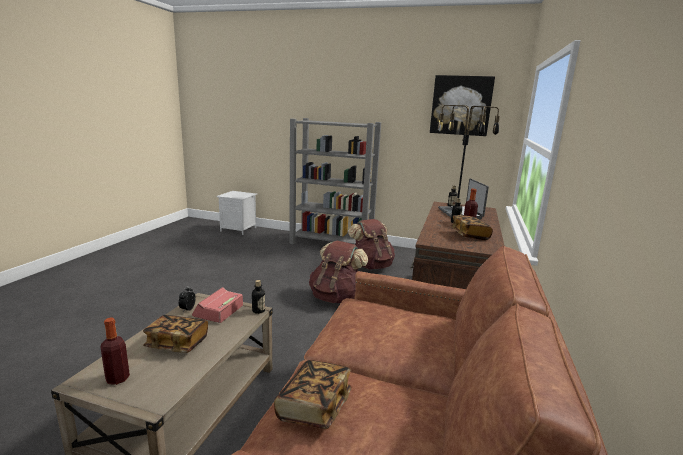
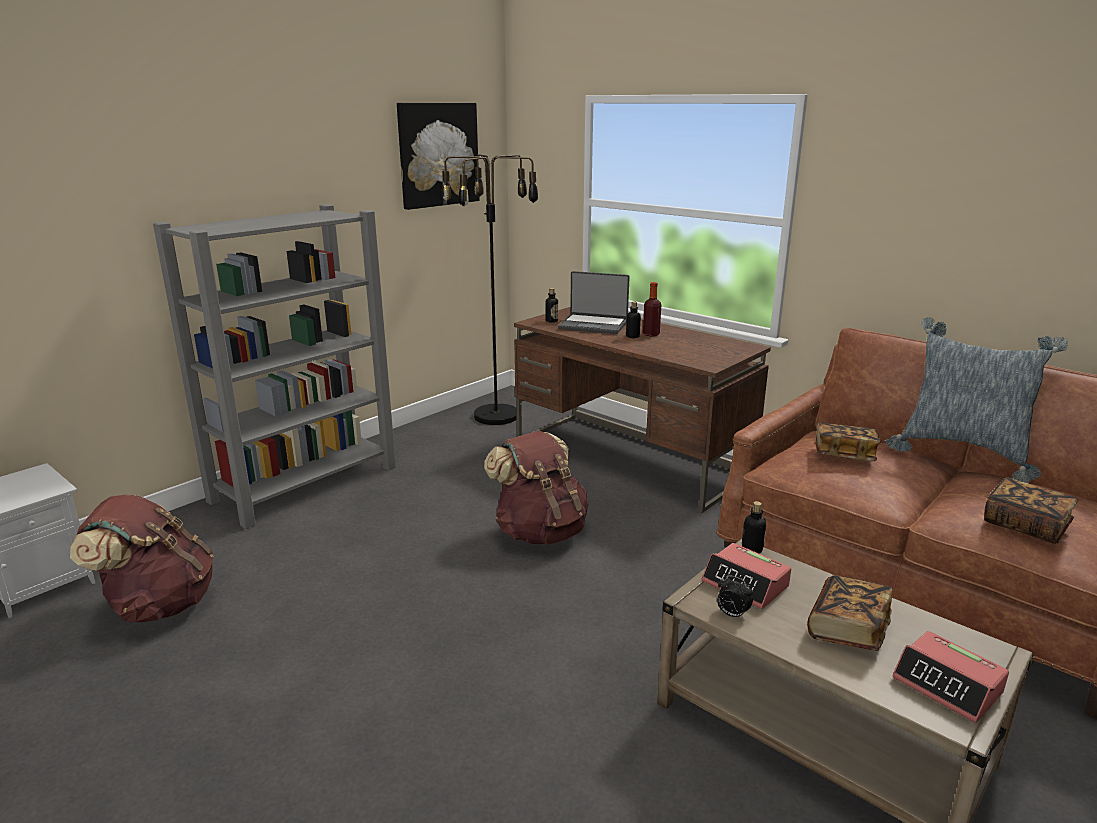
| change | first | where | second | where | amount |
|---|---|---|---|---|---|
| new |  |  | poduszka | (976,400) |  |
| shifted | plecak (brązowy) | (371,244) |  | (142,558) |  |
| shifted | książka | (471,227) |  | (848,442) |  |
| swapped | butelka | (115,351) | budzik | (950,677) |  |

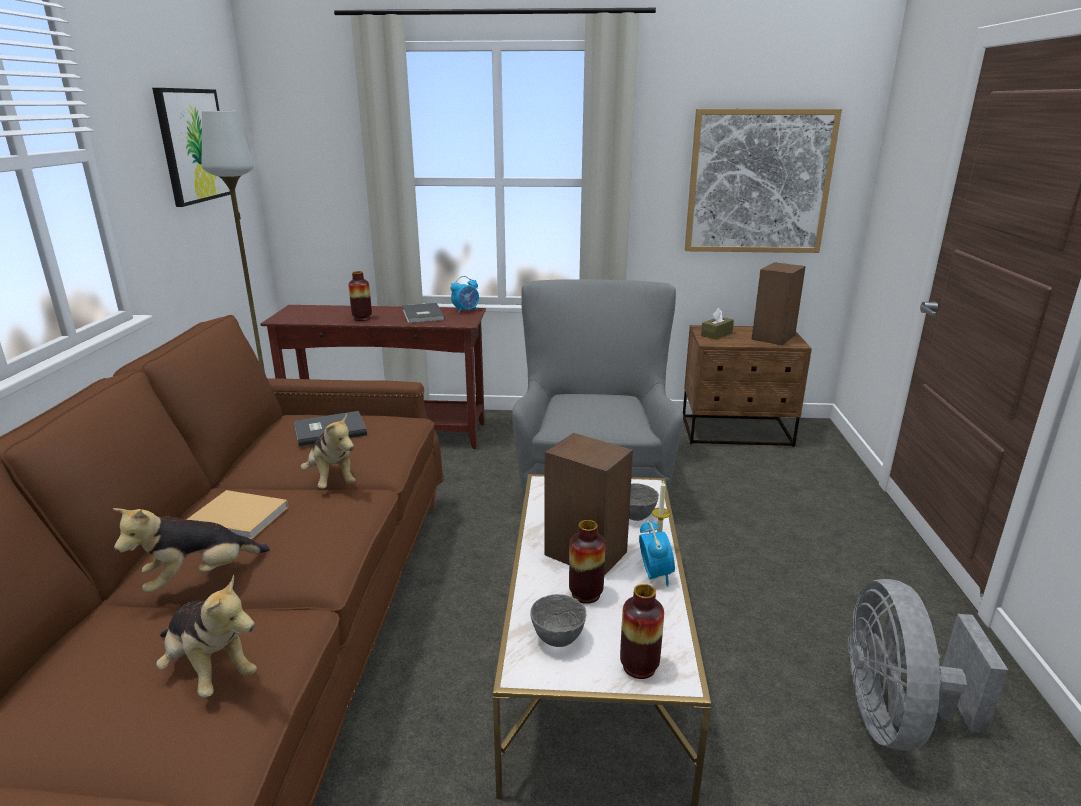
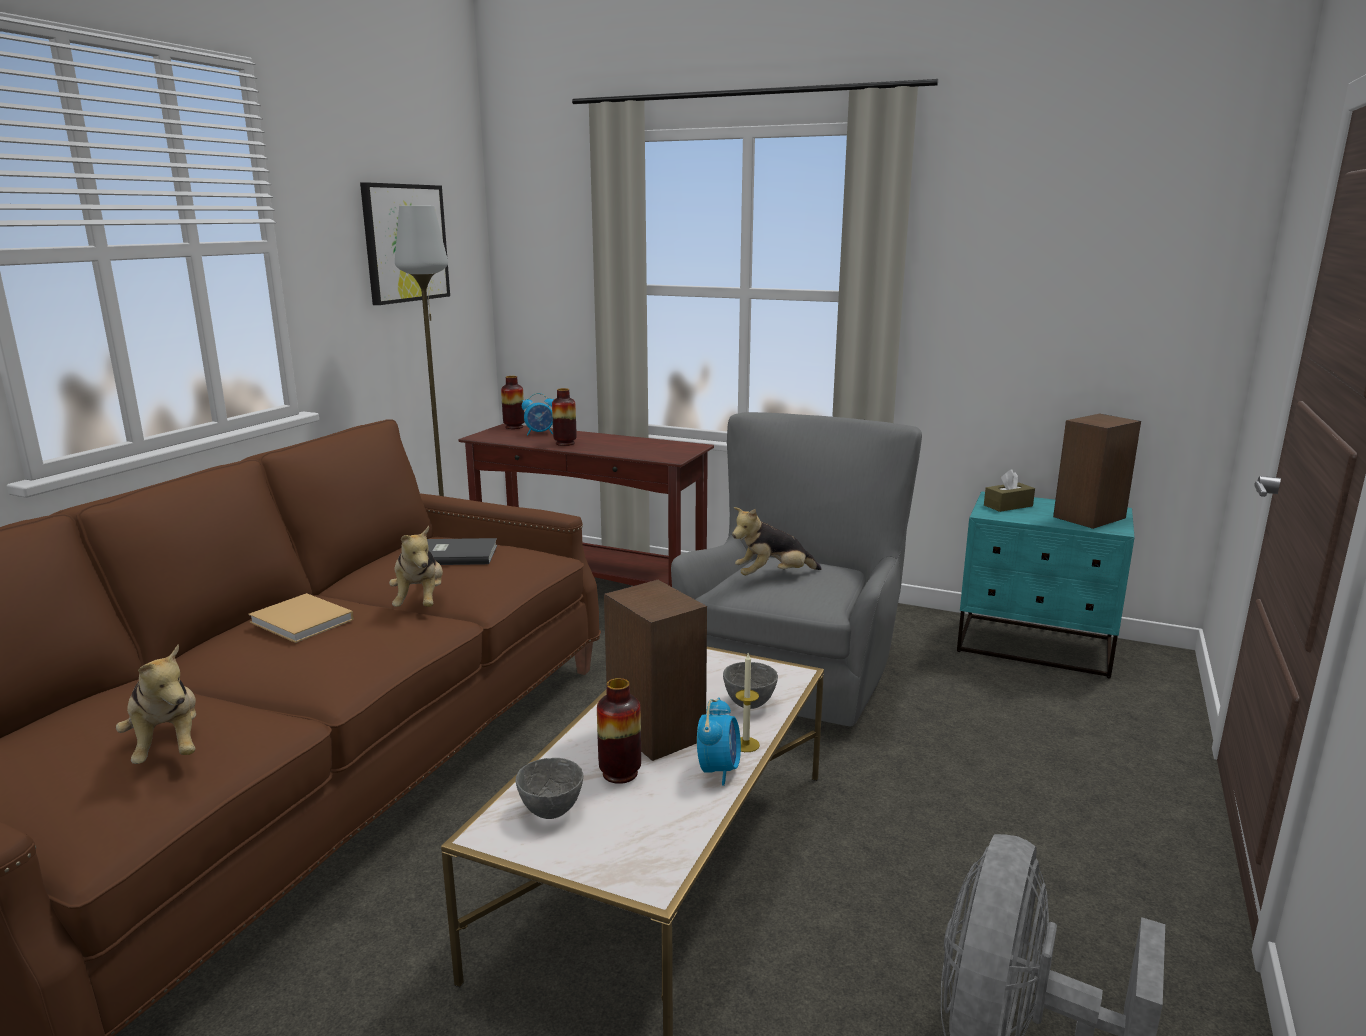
| change | first | where | second | where | amount |
|---|---|---|---|---|---|
| gone | książka (szary) | (423,313) |  |  |  |
| gone | obraz | (763,181) |  |  |  |
| shifted | pluszak | (191,550) |  | (777,541) |  |
| shifted | budzik | (465,295) |  | (538,414) |  |
| shifted | wazon | (642,631) |  | (513,402) |  |
| repainted | szafka nocna (brązowy) | (747,386) | szafka nocna (turkusowy) | (1046,585) |  |

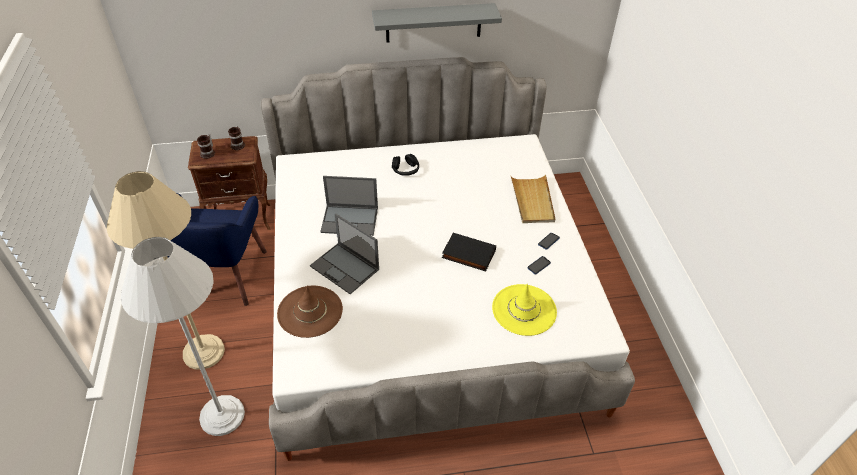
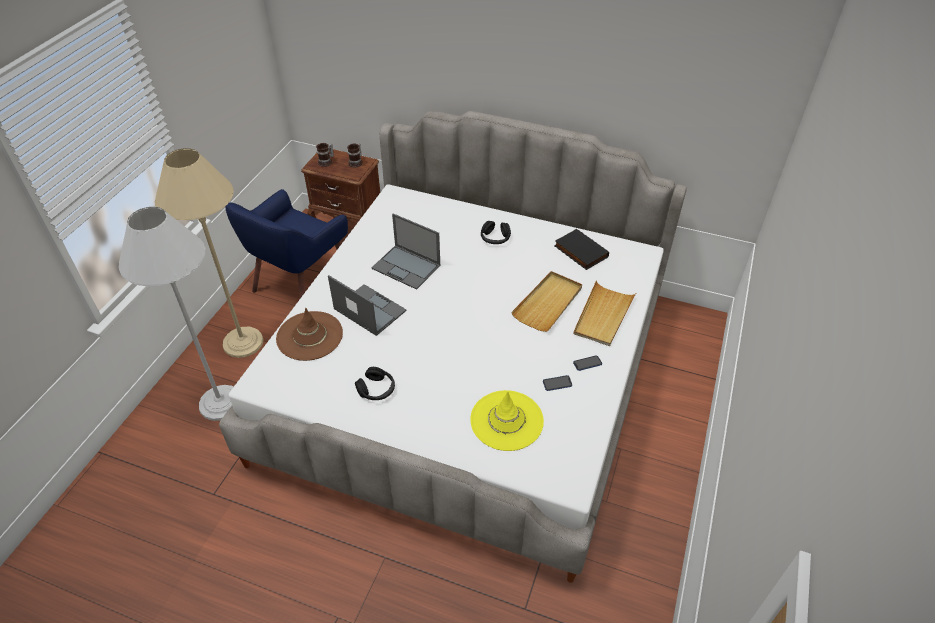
| change | first | where | second | where | amount |
|---|---|---|---|---|---|
| gone | półka (szary) | (437,23) |  |  |  |
| new |  |  | słuchawki (czarny) | (375,383) |  |
| new |  |  | taca (beżowy) | (546,301) |  |
| shifted | książka (czarny) | (469,252) |  | (581,249) |  |
| rotated | laptop | (344,253) |  | (367,305) | 150 degrees clockwise |

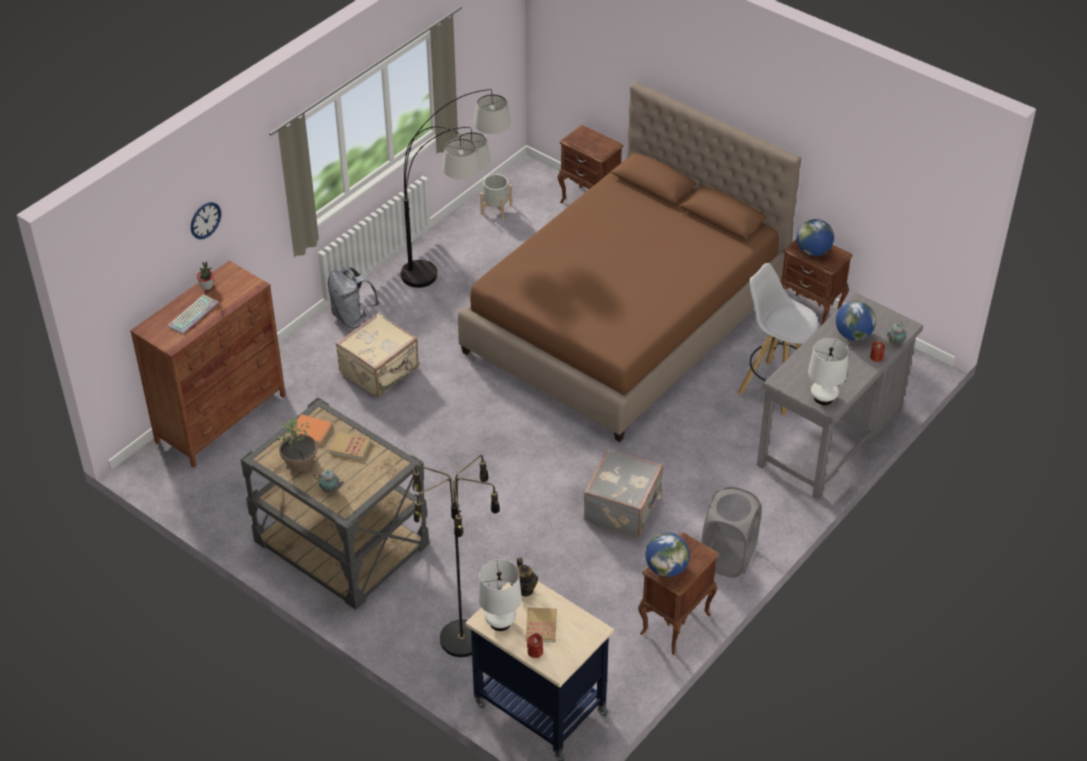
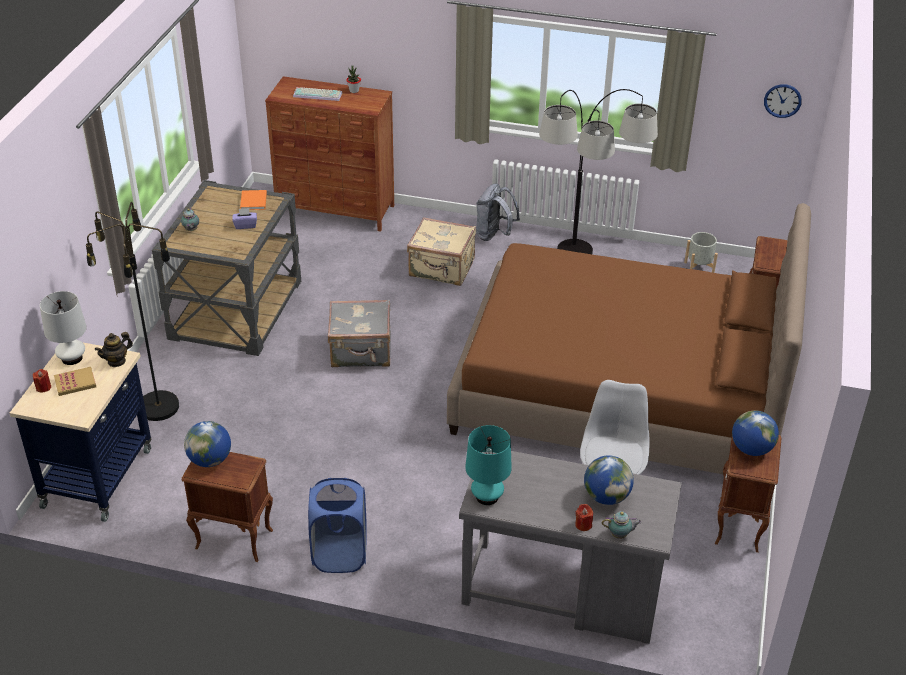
| change | first | where | second | where | amount |
|---|---|---|---|---|---|
| gone | roślina doniczkowa | (297,445) |  |  |  |
| shifted | zegar ścienny | (206,220) |  | (783,101) |  |
| shifted | walizka (szary) | (623,493) |  | (359,333) |  |
| swapped | książka | (349,446) | pudełko chusteczek (fioletowy) | (244,218) |  |
| repainted | kosz na pranie (szary) | (731,532) | kosz na pranie (niebieski) | (337,525) |  |
| repainted | lampa stołowa (biały) | (828,371) | lampa stołowa (turkusowy) | (488,465) |  |

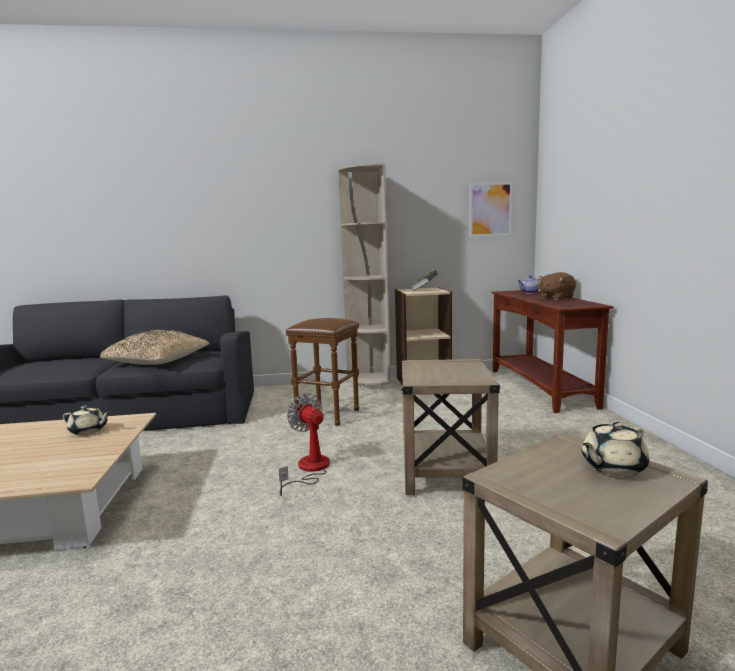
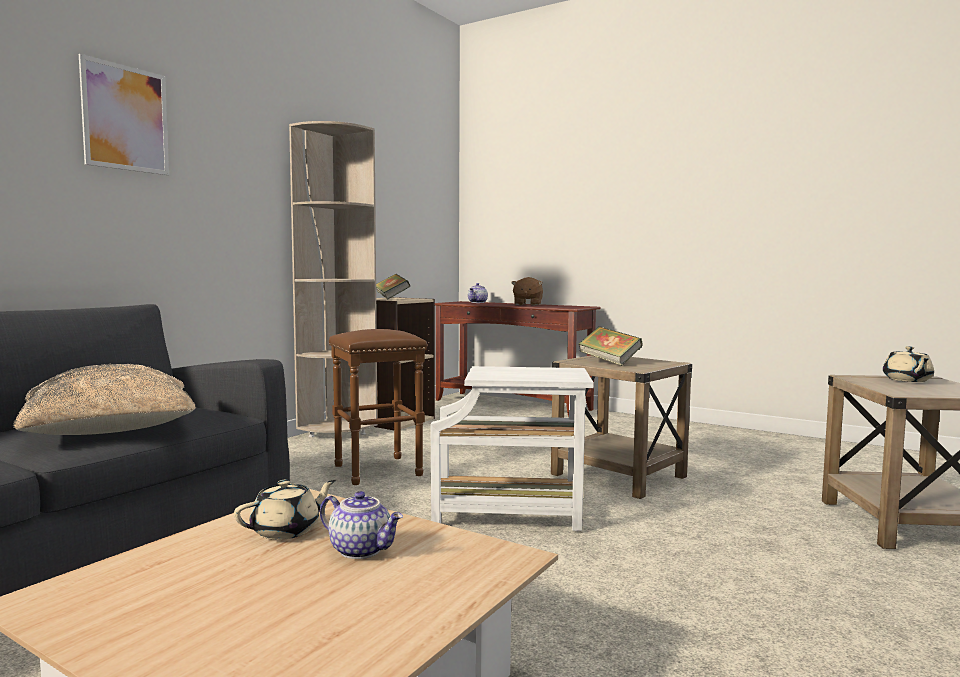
| change | first | where | second | where | amount |
|---|---|---|---|---|---|
| new |  |  | imbryk | (361,525) |  |
| new |  |  | książka | (611,346) |  |
| shifted | obraz | (491,209) |  | (124,114) |  |
| swapped | wentylator | (304,444) | stolik (biały) | (512,448) |  |

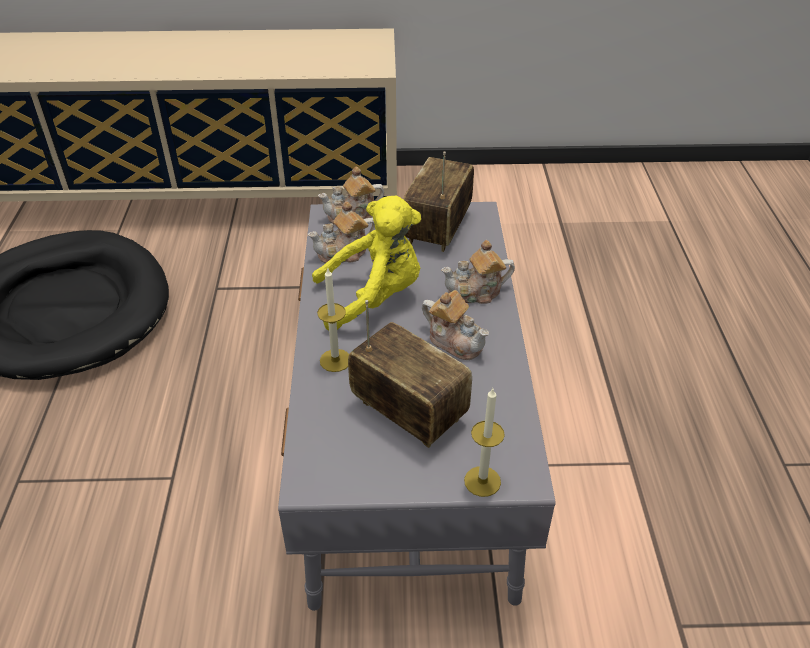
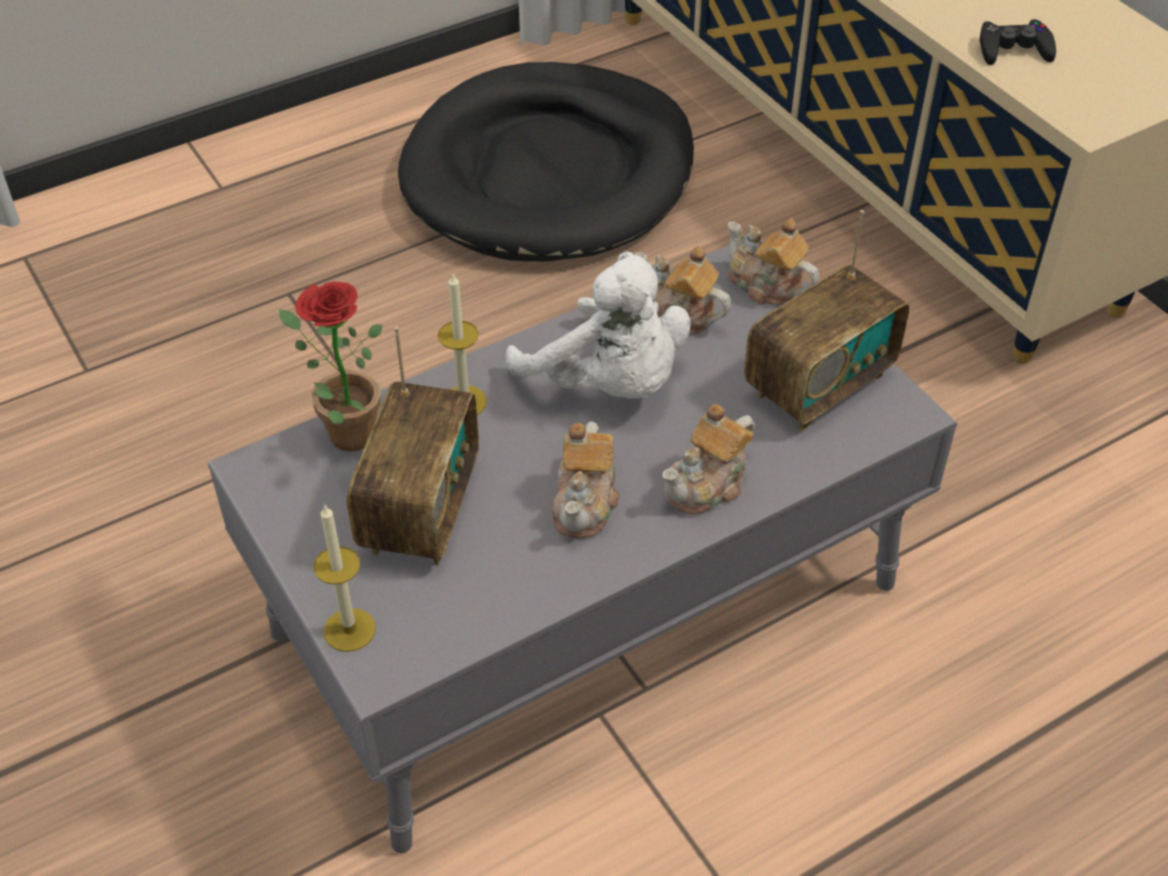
| change | first | where | second | where | amount |
|---|---|---|---|---|---|
| new |  |  | roślina doniczkowa | (330,367) |  |
| new |  |  | pad do gier (czarny) | (1018,42) |  |
| repainted | pluszak (żółty) | (366,263) | pluszak (biały) | (598,325) |  |
| rotated | radio | (439,201) |  | (826,320) | 150 degrees clockwise |
| rotated | imbryk | (478,272) |  | (708,459) | 90 degrees counterclockwise |

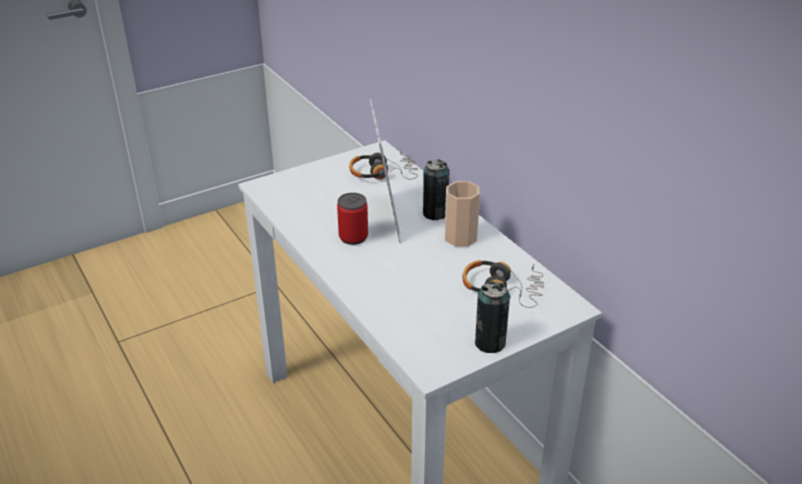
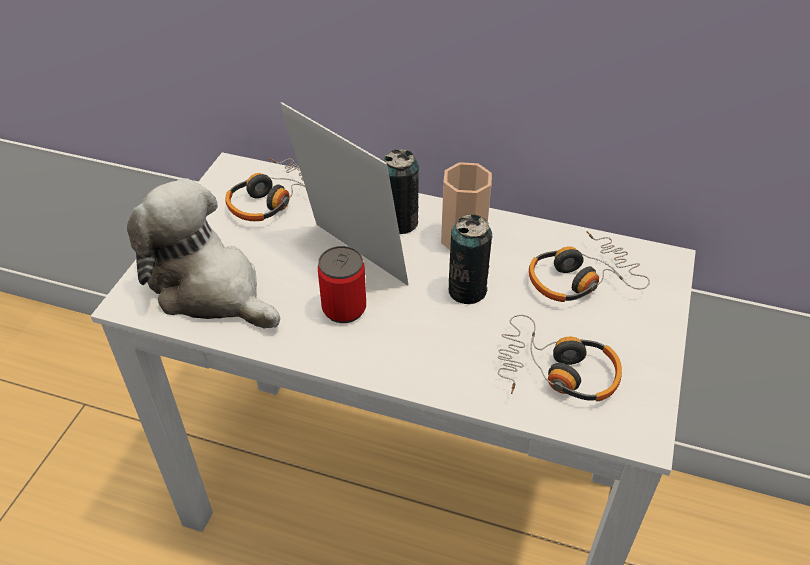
| change | first | where | second | where | amount |
|---|---|---|---|---|---|
| new |  |  | pluszak | (203,253) |  |
| new |  |  | słuchawki | (560,358) |  |
| shifted | puszka | (492,317) |  | (470,259) |  |

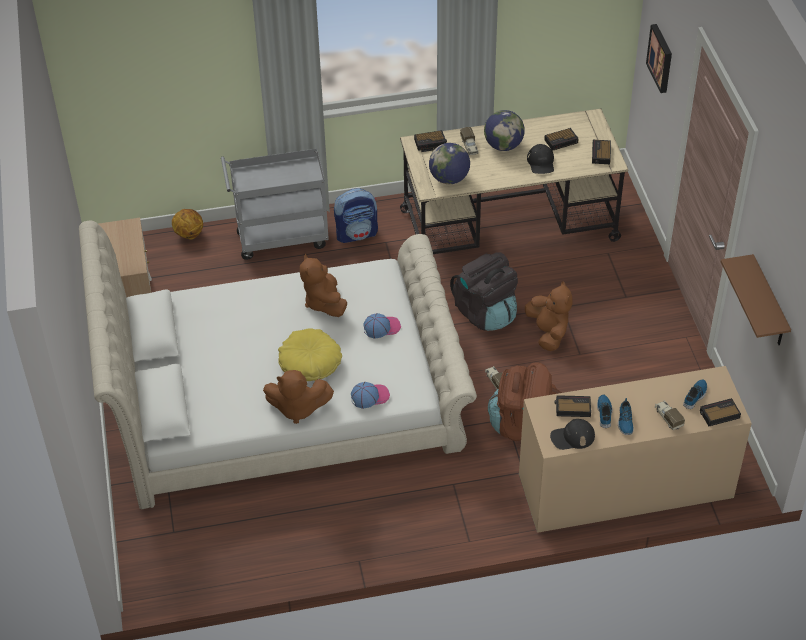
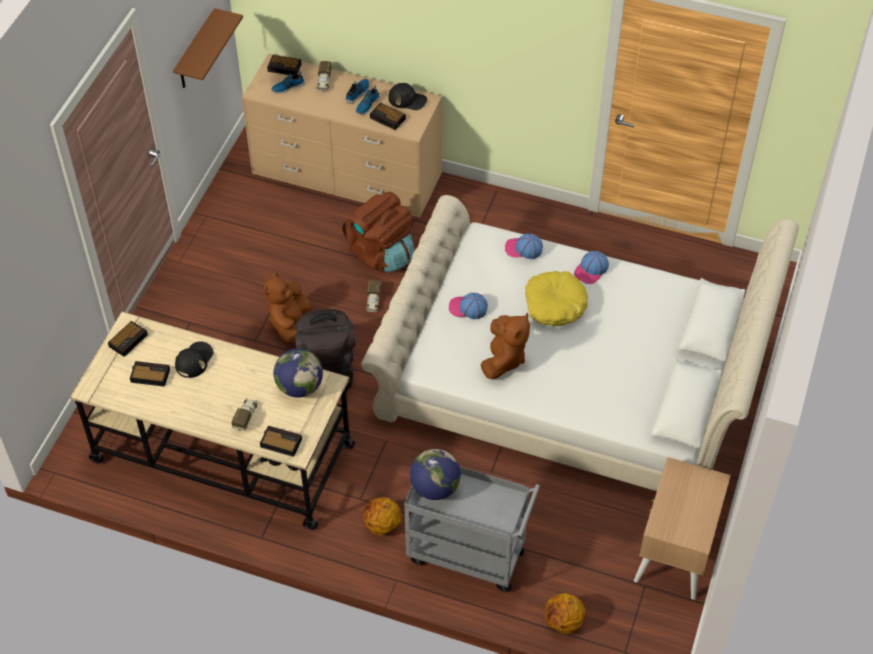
| change | first | where | second | where | amount |
|---|---|---|---|---|---|
| gone | obraz | (659,58) |  |  |  |
| shifted | globus | (504,130) |  | (435,474) |  |
| swapped | pluszak (brązowy) | (298,397) | czapka z daszkiem | (591,267) |  |
| swapped | plecak | (356,215) | piłka do koszykówki | (382,516) |  |

